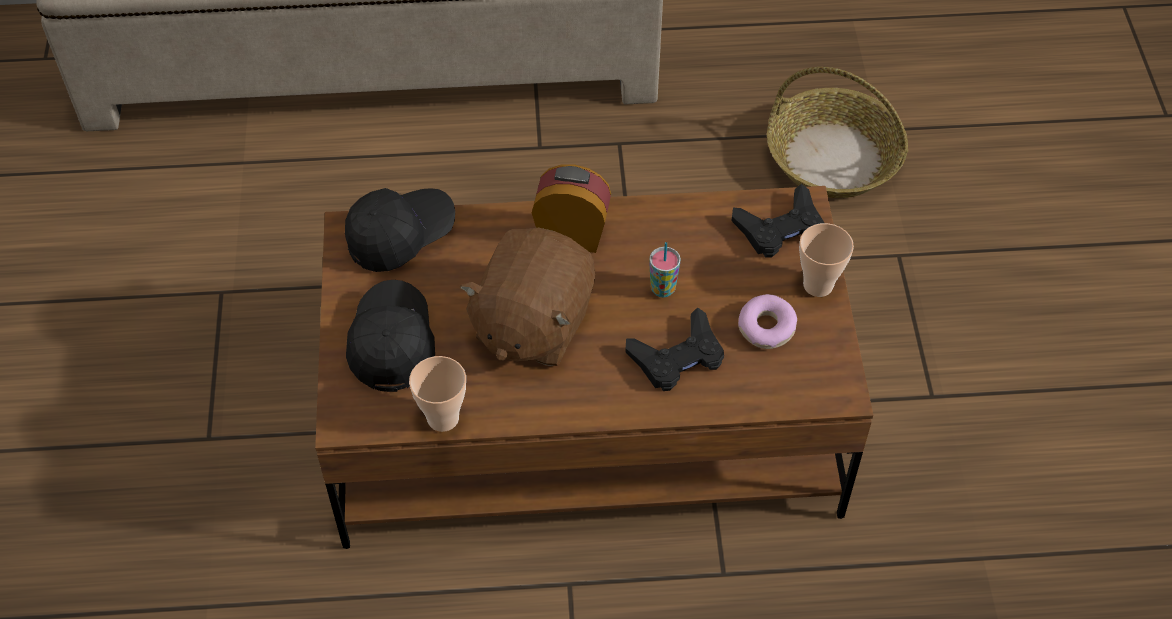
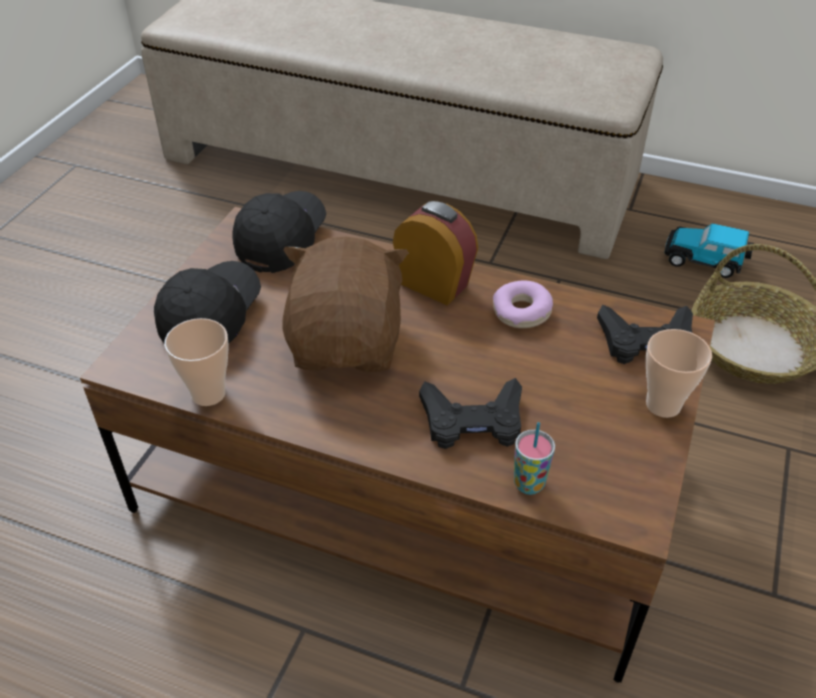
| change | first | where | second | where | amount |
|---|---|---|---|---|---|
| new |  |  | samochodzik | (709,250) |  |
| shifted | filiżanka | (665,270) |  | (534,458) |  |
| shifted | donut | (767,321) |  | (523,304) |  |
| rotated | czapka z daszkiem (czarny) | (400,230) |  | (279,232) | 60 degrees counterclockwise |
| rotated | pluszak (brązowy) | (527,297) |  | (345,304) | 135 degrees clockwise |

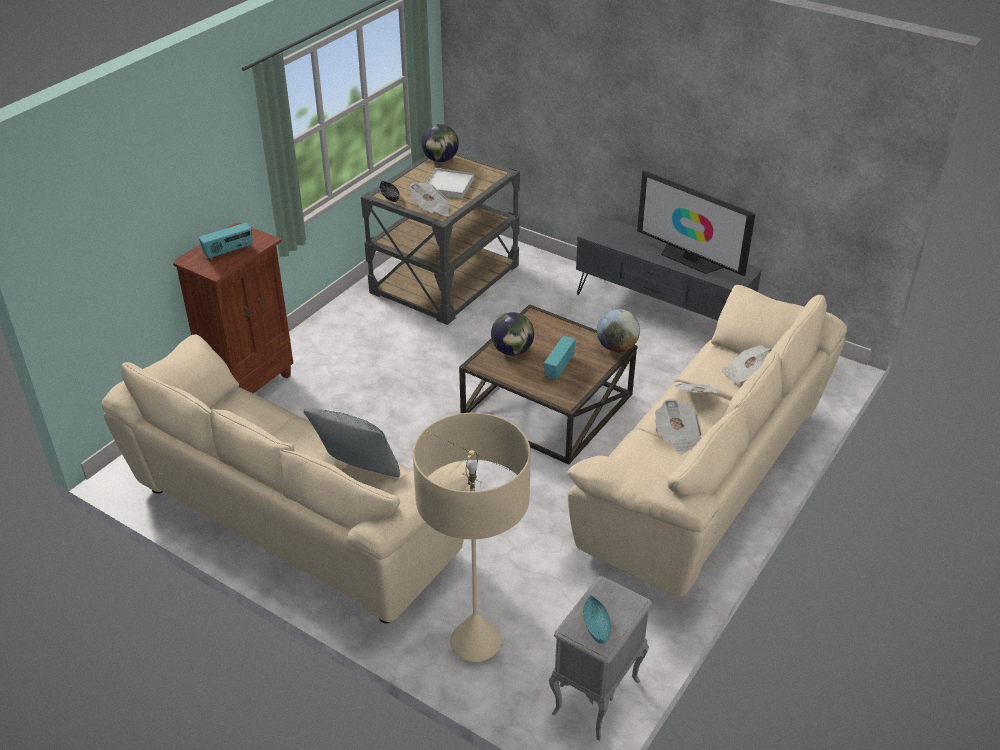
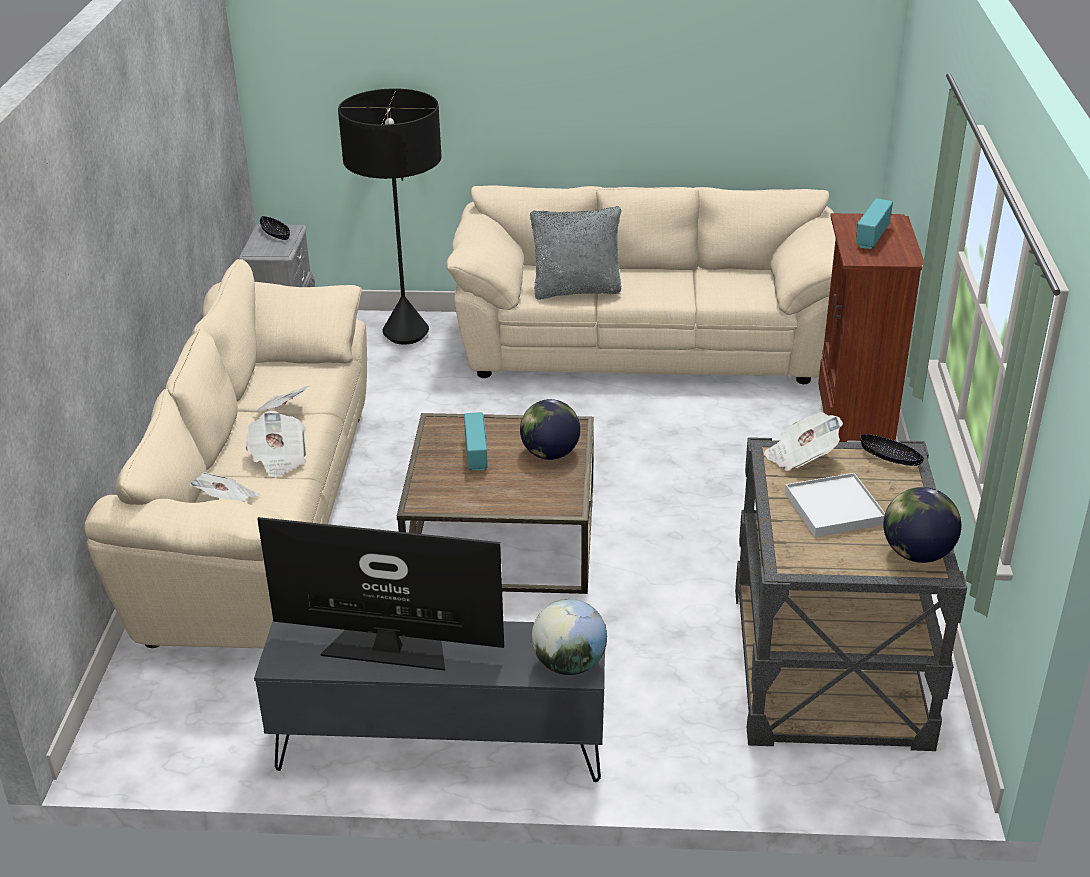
| change | first | where | second | where | amount |
|---|---|---|---|---|---|
| shifted | globus | (618,330) |  | (569,637) |  |
| repainted | lampa stojąca (beżowy) | (472,537) | lampa stojąca (czarny) | (389,216) |  |
| repainted | miska (turkusowy) | (597,619) | miska (czarny) | (275,228) |  |

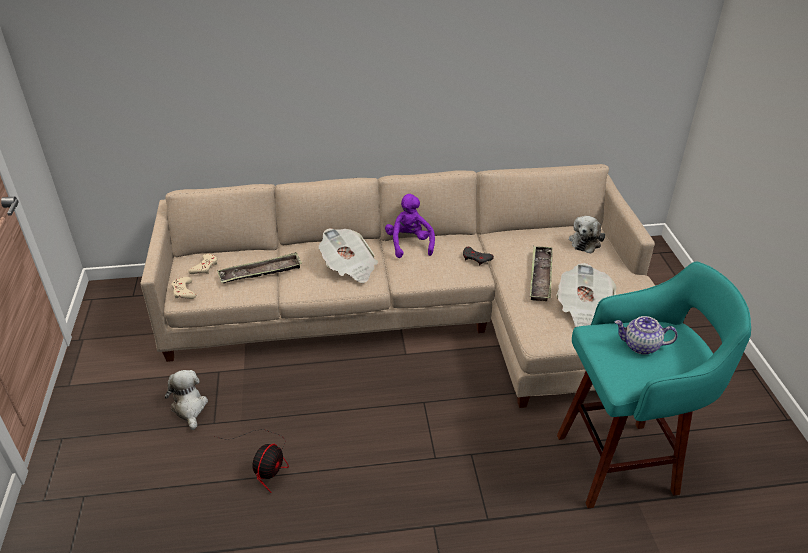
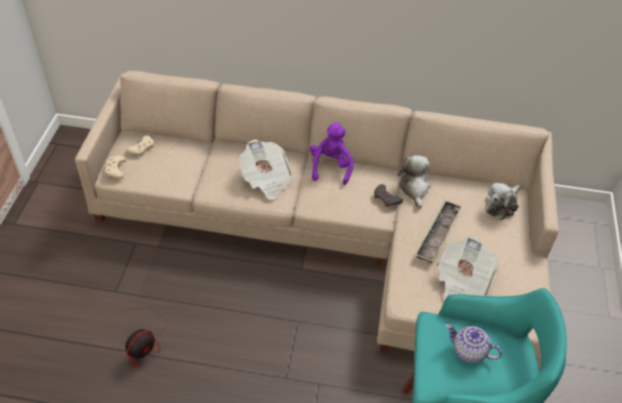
| change | first | where | second | where | amount |
|---|---|---|---|---|---|
| gone | taca | (259,267) |  |  |  |
| shifted | pluszak | (186,400) |  | (414,182) |  |

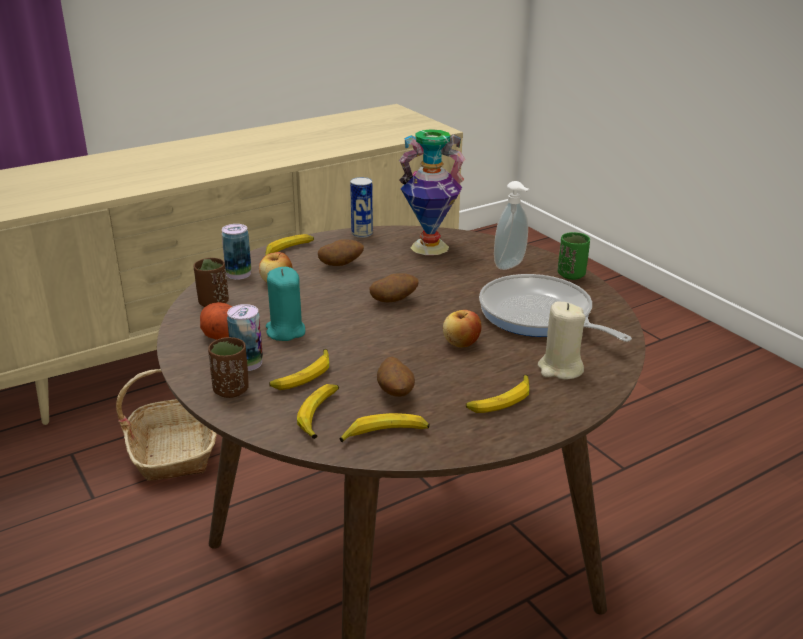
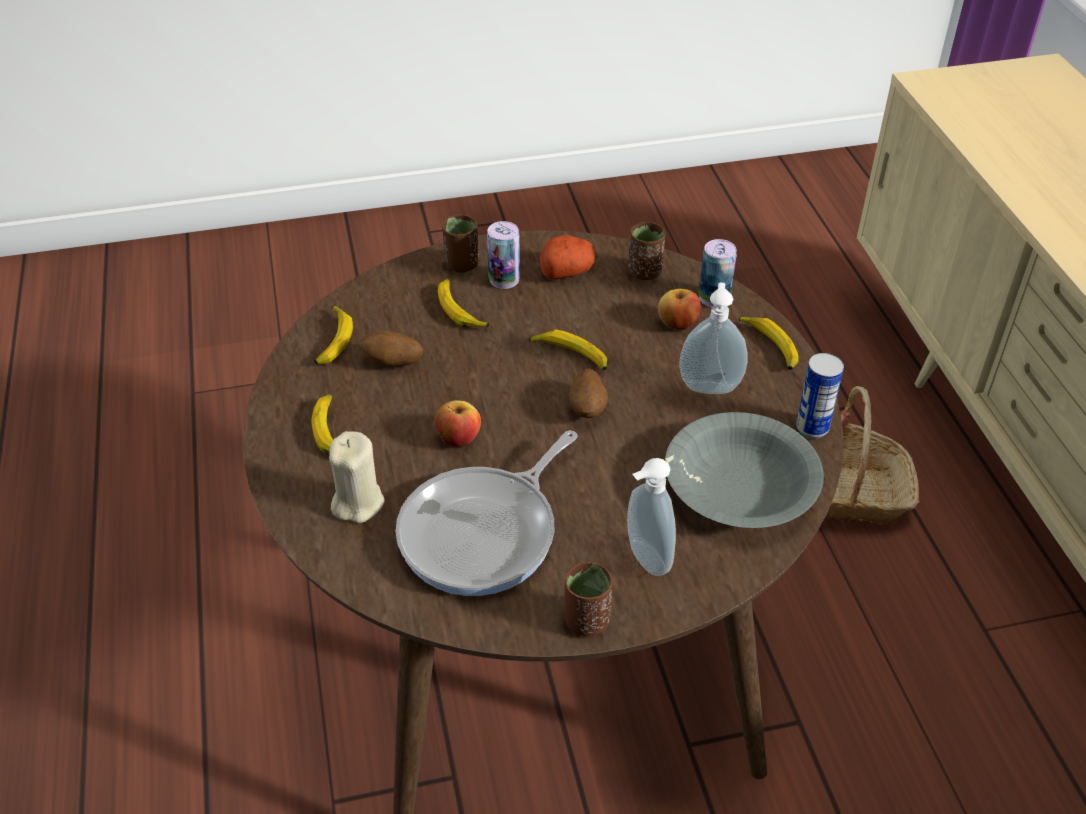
| change | first | where | second | where | amount |
|---|---|---|---|---|---|
| gone | świeca (turkusowy) | (285,304) |  |  |  |
| shifted | banan | (318,411) |  | (568,350) |  |
| swapped | ziemniak | (341,252) | dozownik mydła | (713,338) |  |
| swapped | wazon | (432,192) | miska (szary) | (744,470) |  |
| repainted | filiżanka (zielony) | (574,256) | filiżanka (brązowy) | (588,599) |  |
| rotated | patelnia | (555,308) |  | (487,513) | 150 degrees clockwise |

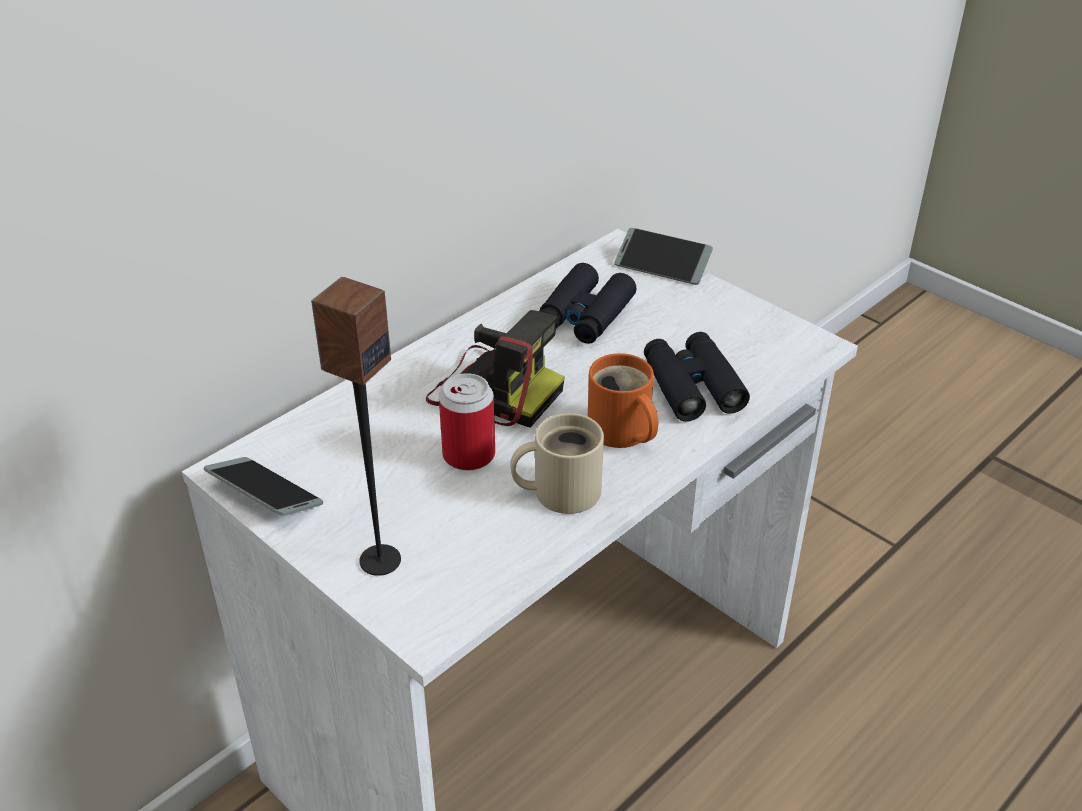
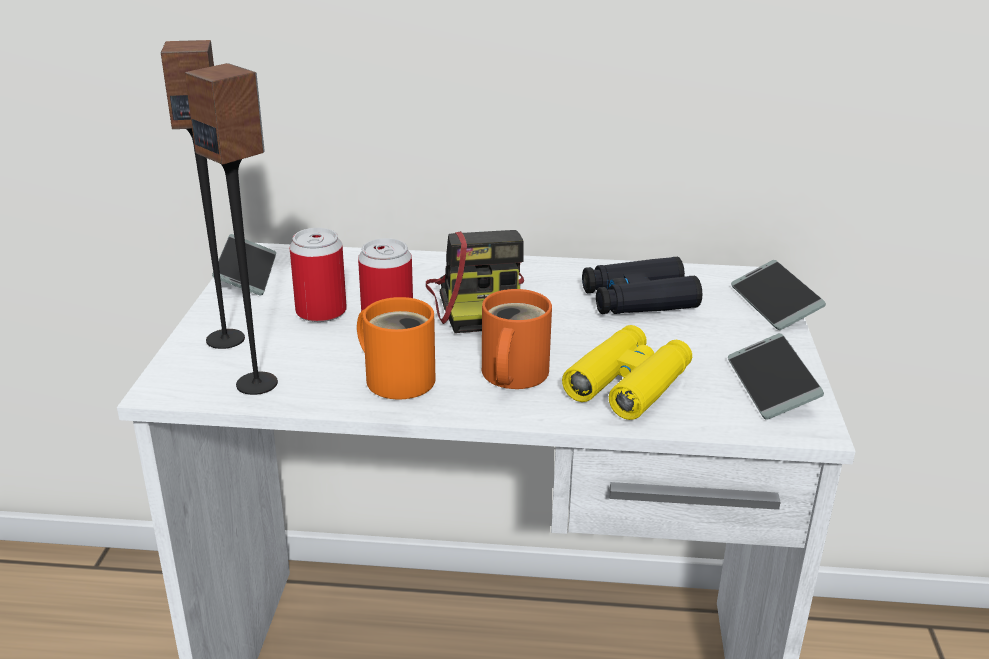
| change | first | where | second | where | amount |
|---|---|---|---|---|---|
| new |  |  | głośnik | (231,229) |  |
| new |  |  | puszka | (318,275) |  |
| new |  |  | telefon | (776,376) |  |
| repainted | kubek (beżowy) | (557,463) | kubek (pomarańczowy) | (396,348) |  |
| repainted | lornetka (czarny) | (697,377) | lornetka (żółty) | (627,372) |  |

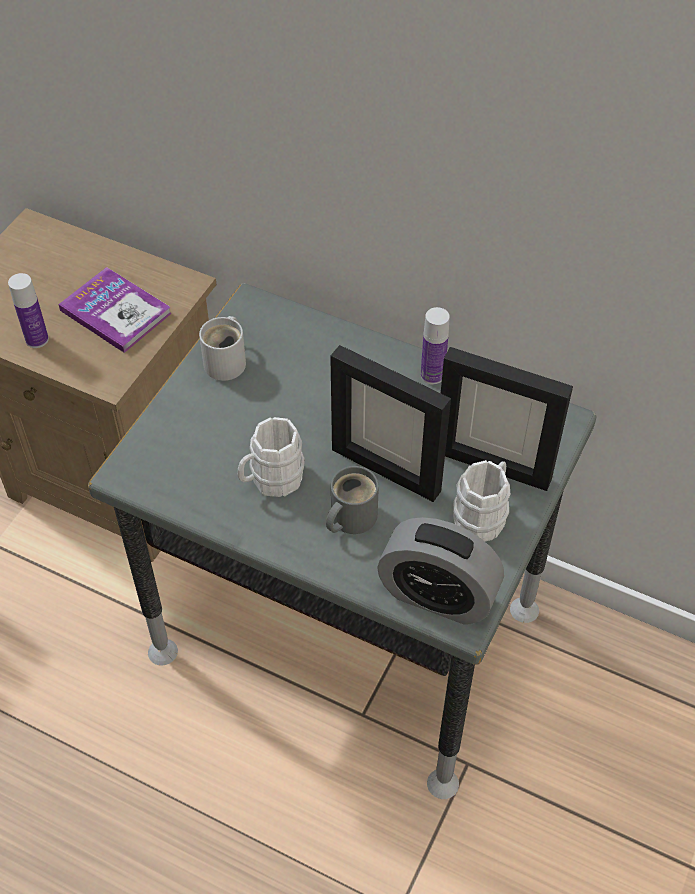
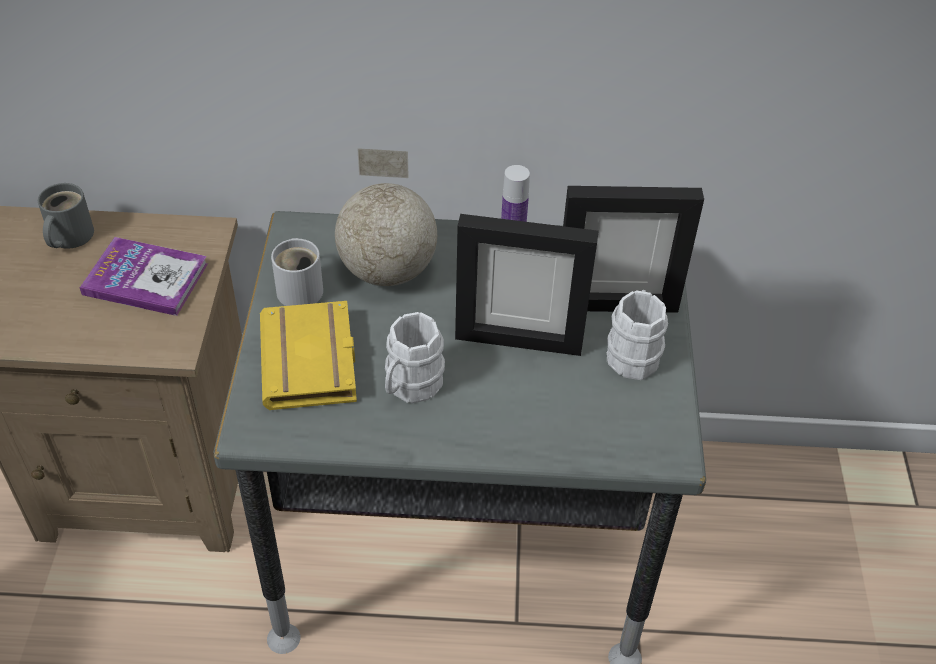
| change | first | where | second | where | amount |
|---|---|---|---|---|---|
| gone | butelka | (28,310) |  |  |  |
| gone | budzik | (440,570) |  |  |  |
| new |  |  | książka (żółty) | (308,355) |  |
| new |  |  | globus | (386,217) |  |
| shifted | kubek (szary) | (352,500) |  | (66,216) |  |

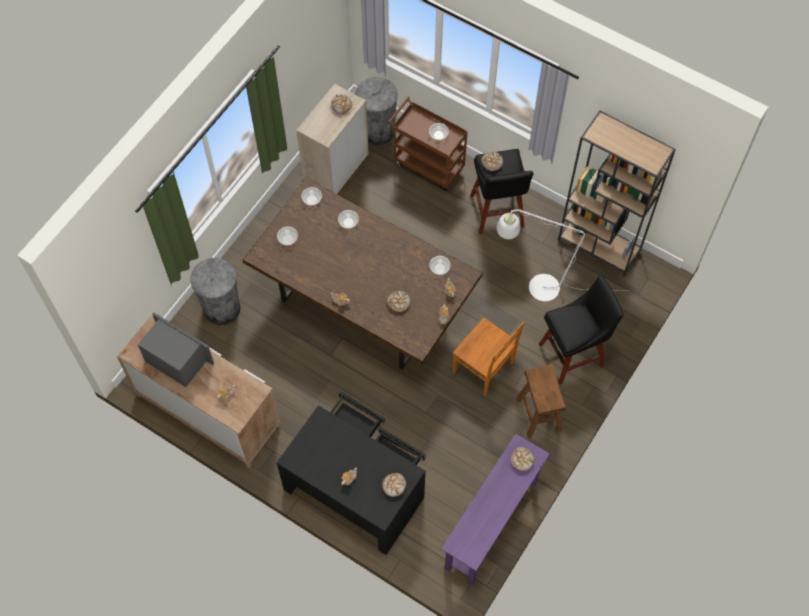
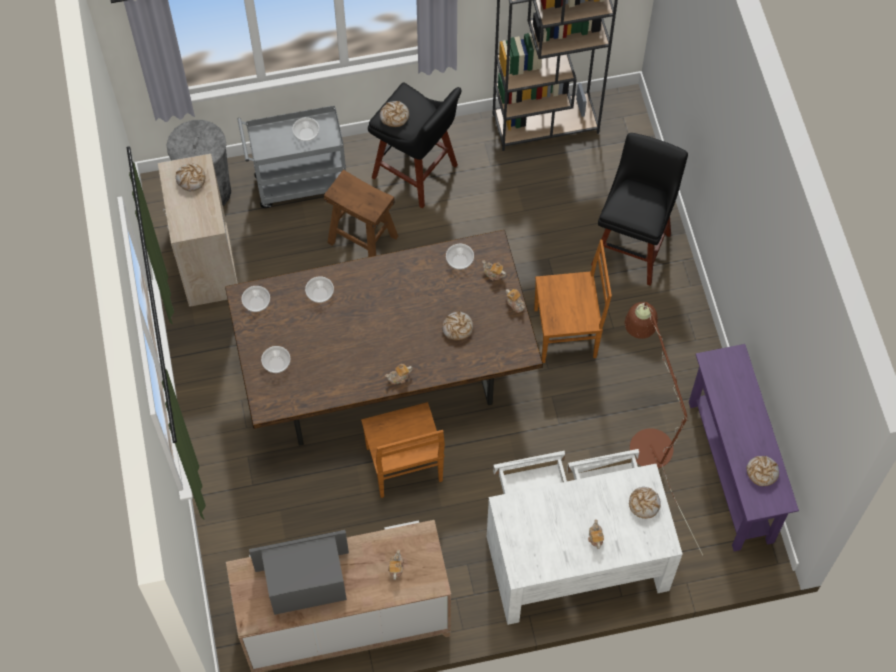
| change | first | where | second | where | amount |
|---|---|---|---|---|---|
| gone | kosz na śmieci (szary) | (215,291) |  |  |  |
| gone | lampa stojąca (biały) | (560,255) |  |  |  |
| new |  |  | krzesło (brązowy) | (403,450) |  |
| new |  |  | lampa stojąca (brązowy) | (664,428) |  |
| shifted | chleb | (522,459) |  | (762,471) |  |
| shifted | stołek (brązowy) | (541,401) |  | (361,213) |  |
| repainted | biurko (czarny) | (351,473) | biurko (biały) | (585,537) |  |
| repainted | wózek (brązowy) | (428,143) | wózek (szary) | (291,157) |  |

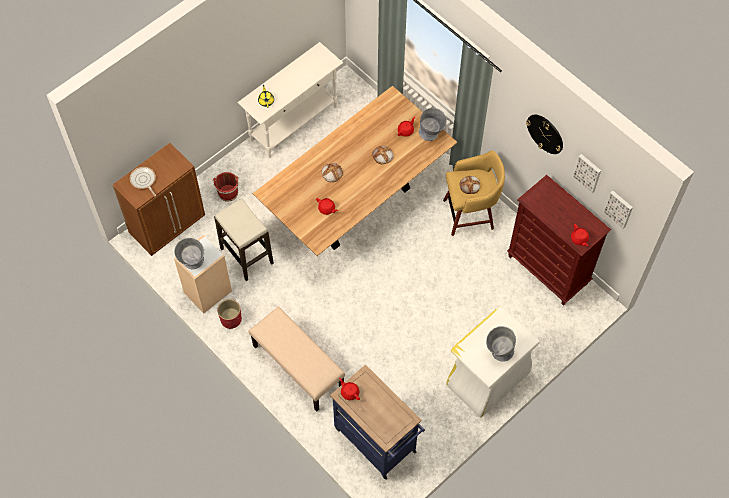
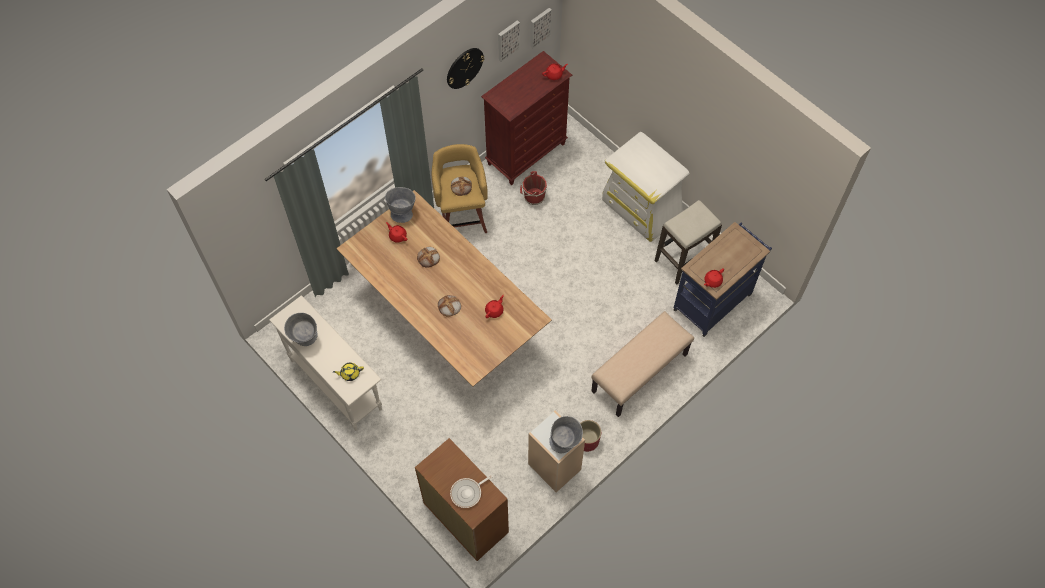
| change | first | where | second | where | amount |
|---|---|---|---|---|---|
| shifted | wiadro (czerwony) | (226,187) |  | (533,188) |  |
| shifted | stołek | (244,240) |  | (688,242) |  |
| shifted | miska (szary) | (501,344) |  | (301,329) |  |

